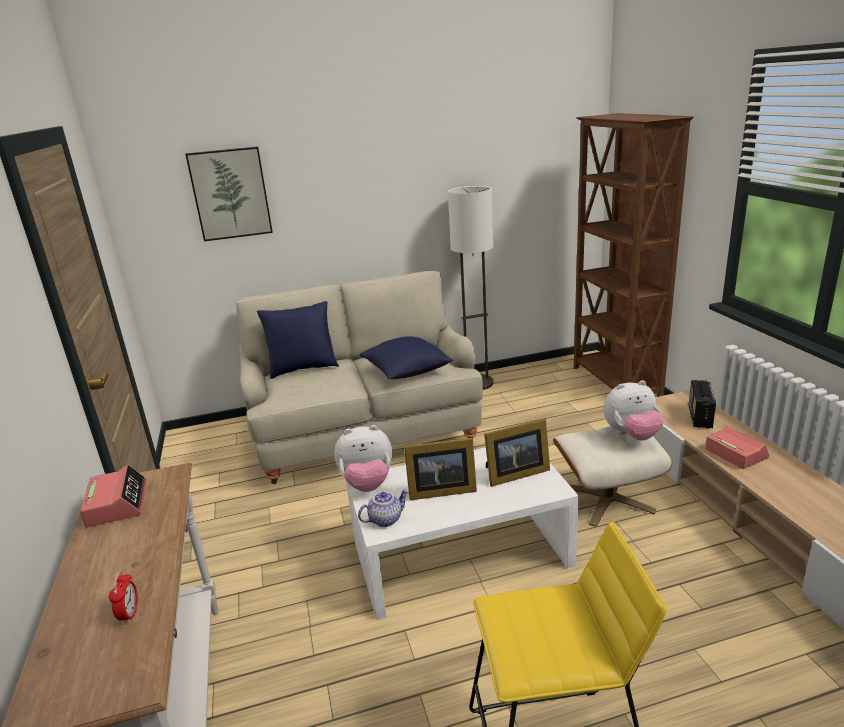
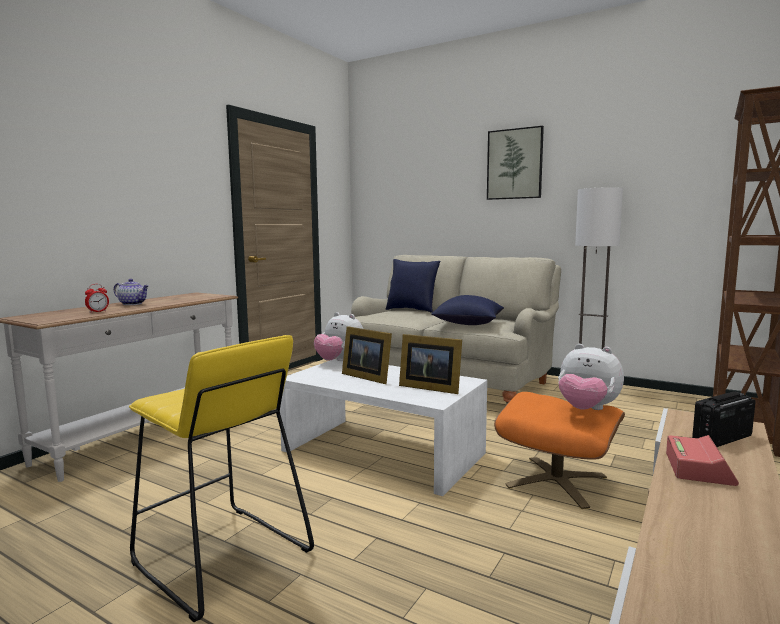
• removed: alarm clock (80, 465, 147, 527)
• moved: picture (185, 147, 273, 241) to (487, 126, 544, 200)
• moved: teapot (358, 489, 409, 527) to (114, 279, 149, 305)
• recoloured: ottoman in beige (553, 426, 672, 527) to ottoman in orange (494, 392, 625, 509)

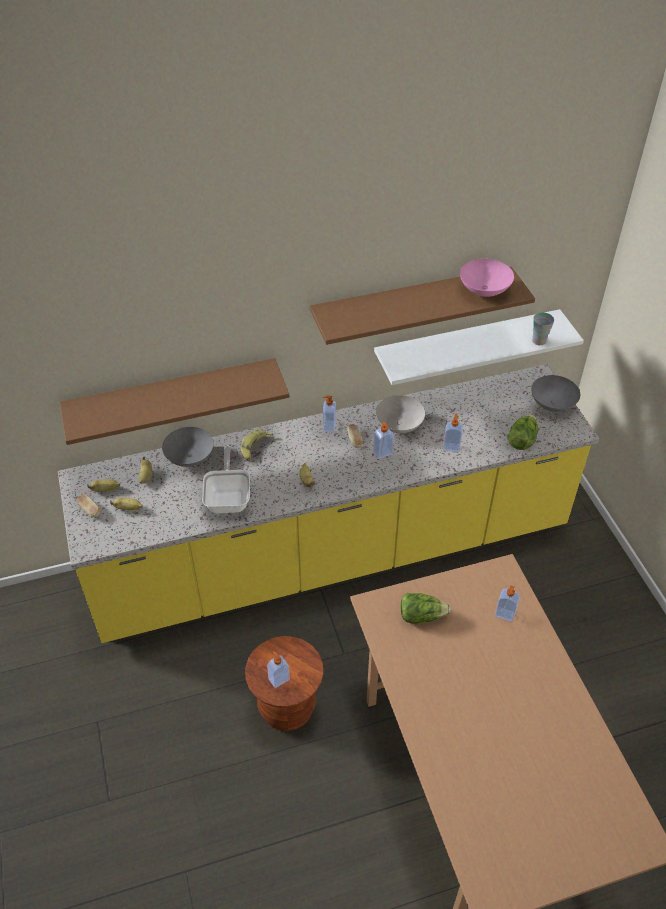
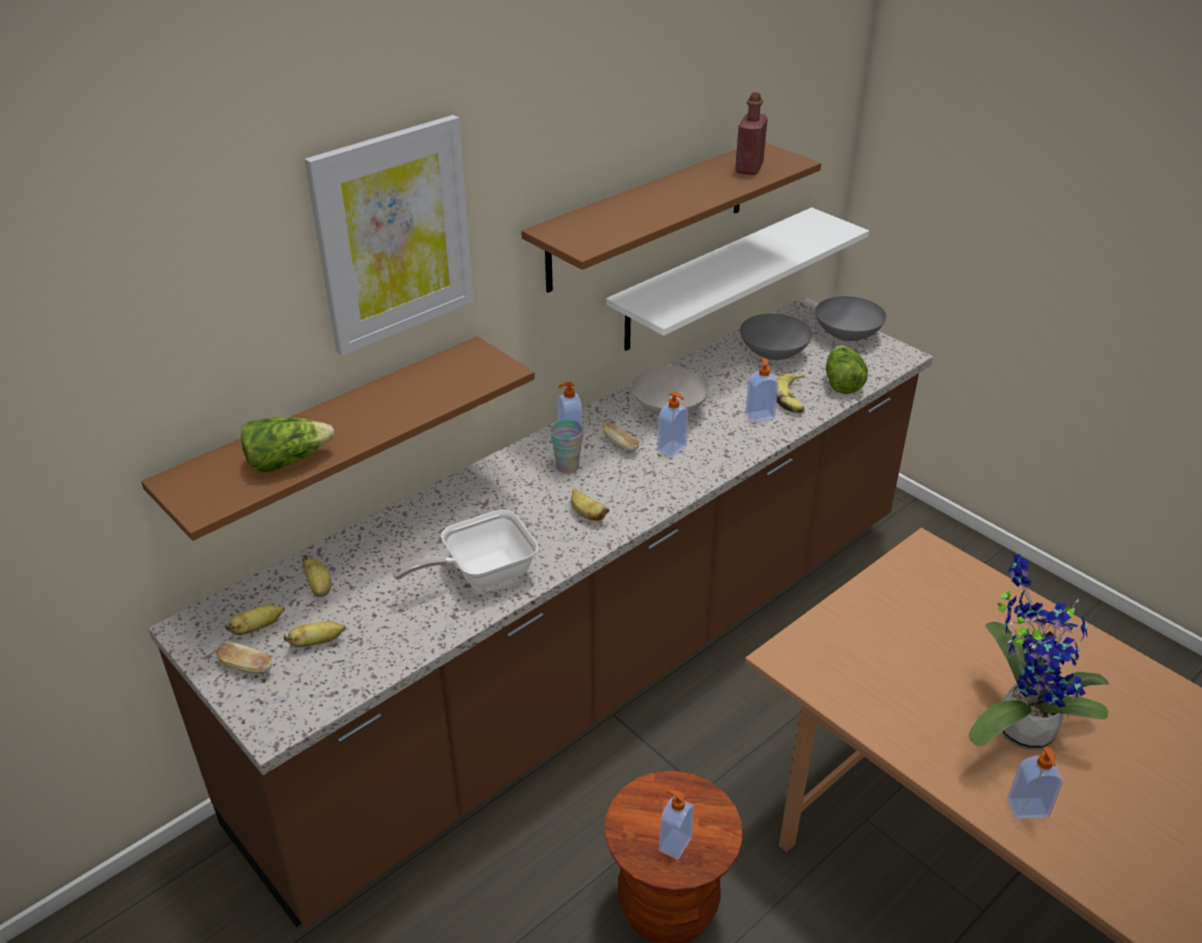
• added: picture (305, 115, 474, 356)
• added: potted plant (969, 554, 1109, 750)
• moved: bowl in grey (162, 427, 214, 467) to (740, 314, 812, 360)
• moved: banana (241, 430, 273, 461) to (776, 374, 805, 413)
• moved: lettuce (400, 593, 451, 623) to (241, 417, 334, 472)
• moved: soap dispenser (495, 585, 520, 622) to (1007, 748, 1063, 819)
• moved: cup (532, 312, 554, 345) to (550, 420, 584, 474)
• replaced: bowl in pink (460, 259, 514, 297) to bottle in red (735, 92, 768, 175)
• recoloured: counter in yellow (58, 364, 599, 643) to counter in brown (148, 297, 933, 928)
• turned: frying pan (202, 446, 250, 513) = (392, 510, 538, 589) 90 degrees counterclockwise

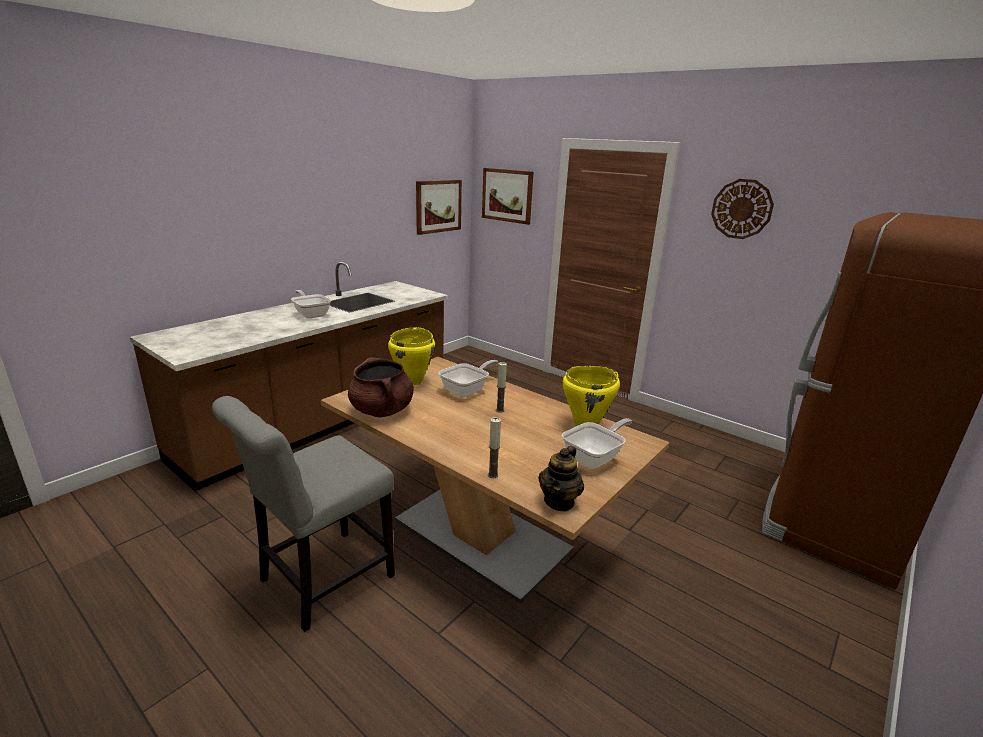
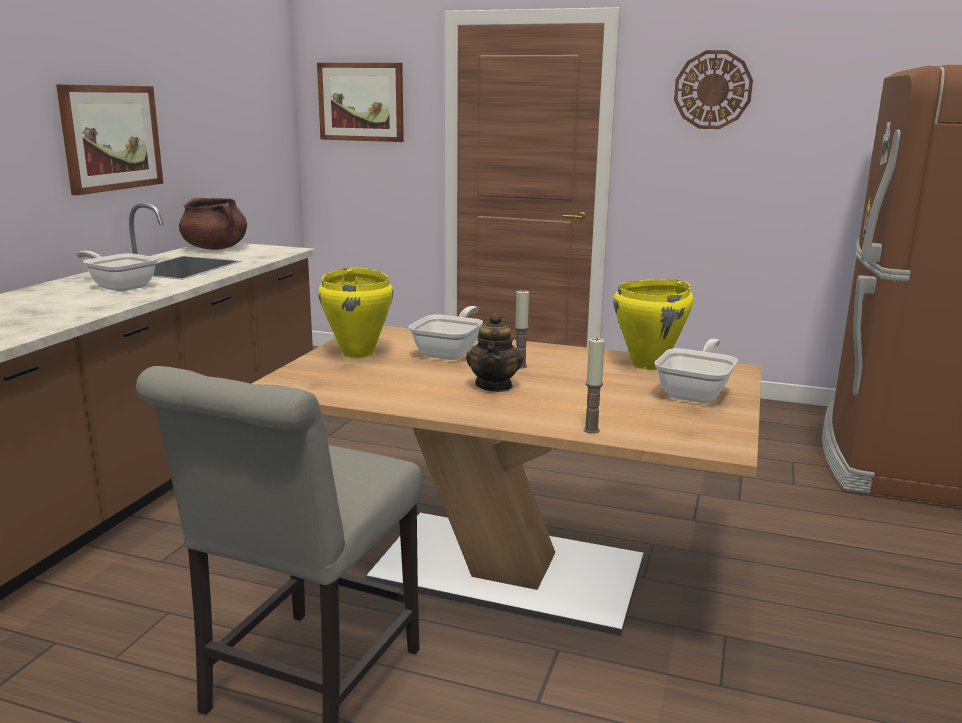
• moved: cooking pot in brown (348, 357, 414, 417) to (179, 198, 247, 250)
• moved: picture (416, 180, 462, 235) to (56, 84, 163, 195)
• moved: teapot (538, 446, 584, 511) to (466, 313, 523, 392)

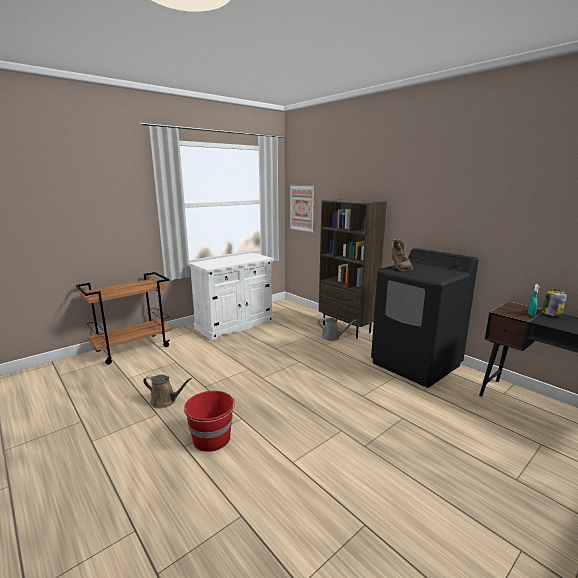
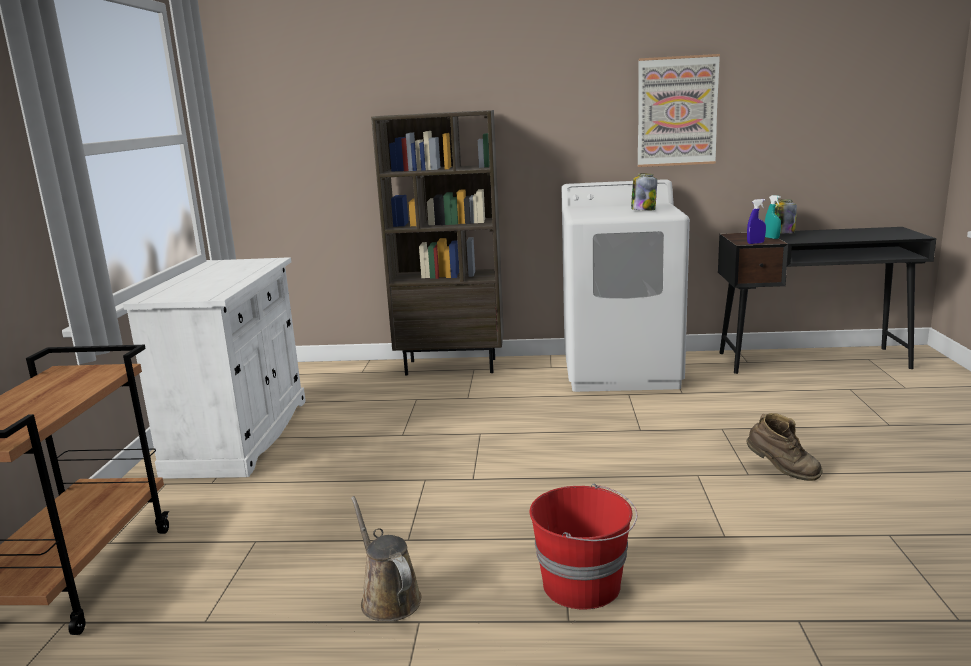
• removed: watering can in grey (318, 318, 357, 341)
• added: jar (631, 173, 657, 211)
• added: spray bottle in blue (747, 199, 766, 244)
• moved: picture (290, 185, 314, 233) to (638, 54, 720, 167)
• moved: boot in brown (391, 239, 413, 272) to (746, 413, 823, 481)
• recoloured: washing machine in black (371, 248, 478, 388) to washing machine in white (561, 179, 690, 392)
• turned: watering can in brown (143, 375, 192, 409) = (351, 496, 422, 622) 90 degrees counterclockwise

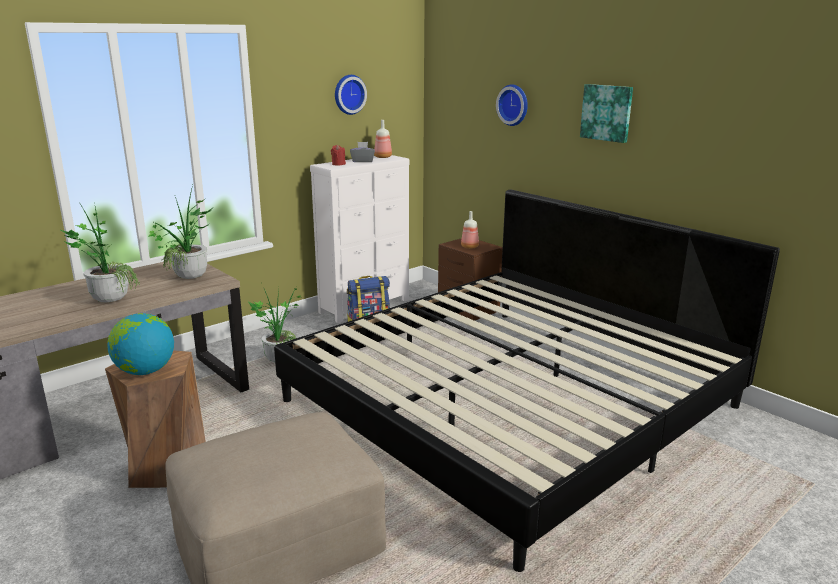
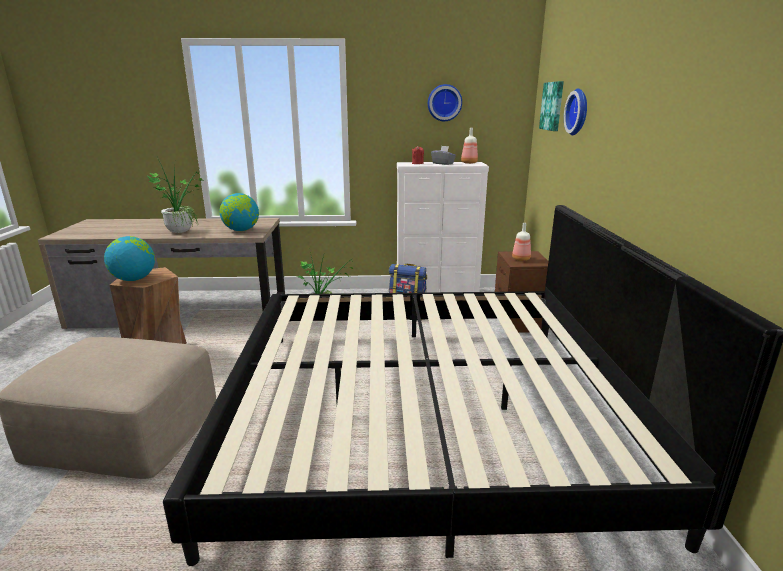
• moved: picture (580, 84, 633, 143) to (539, 81, 564, 131)
• replaced: potted plant (148, 185, 214, 279) to globe (220, 193, 259, 231)

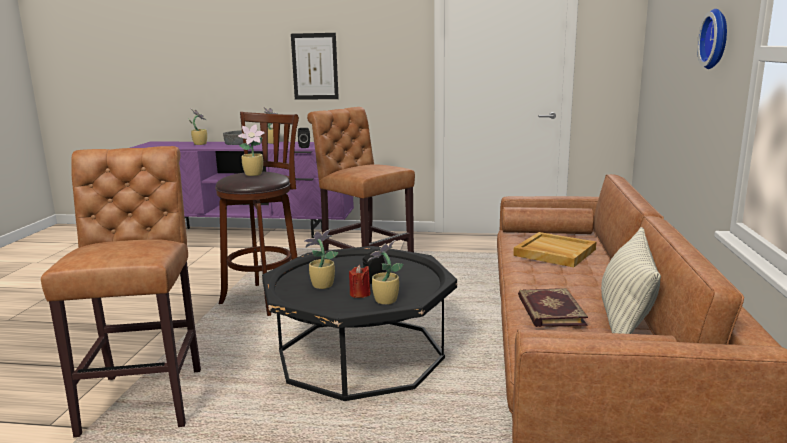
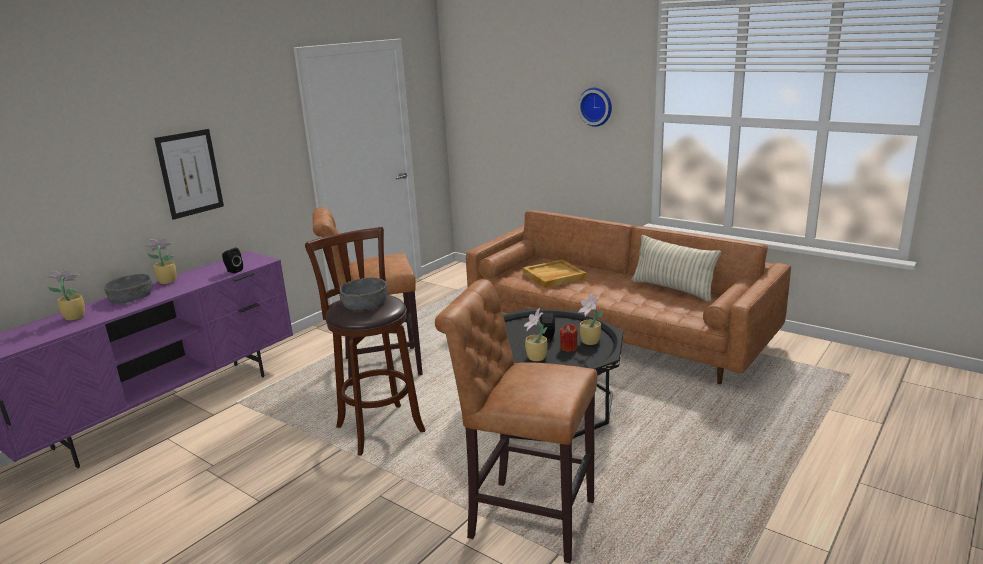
• removed: book (518, 288, 588, 327)
• replaced: potted plant (238, 124, 265, 176) to bowl in grey (340, 277, 387, 310)

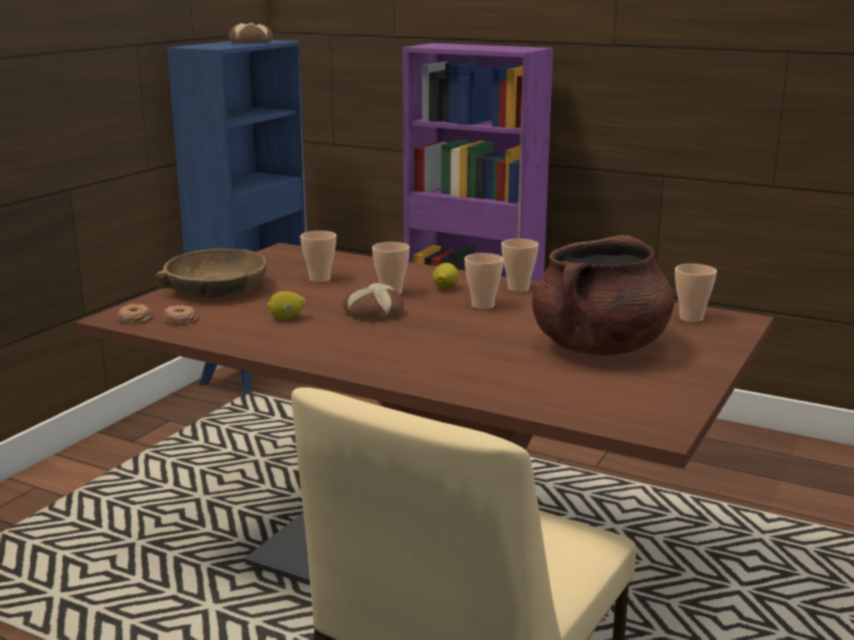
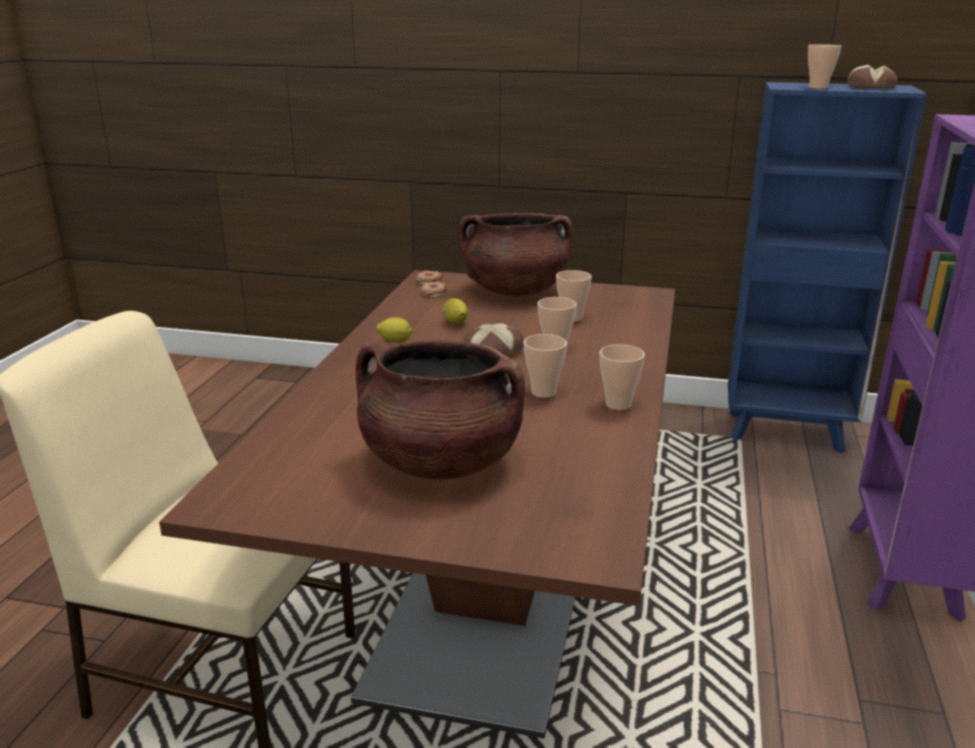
• moved: lemon (433, 263, 458, 289) to (376, 317, 413, 343)
• moved: cup (675, 264, 717, 322) to (808, 44, 841, 89)
• replaced: bowl in brown (156, 249, 267, 298) to cooking pot in brown (458, 213, 573, 296)

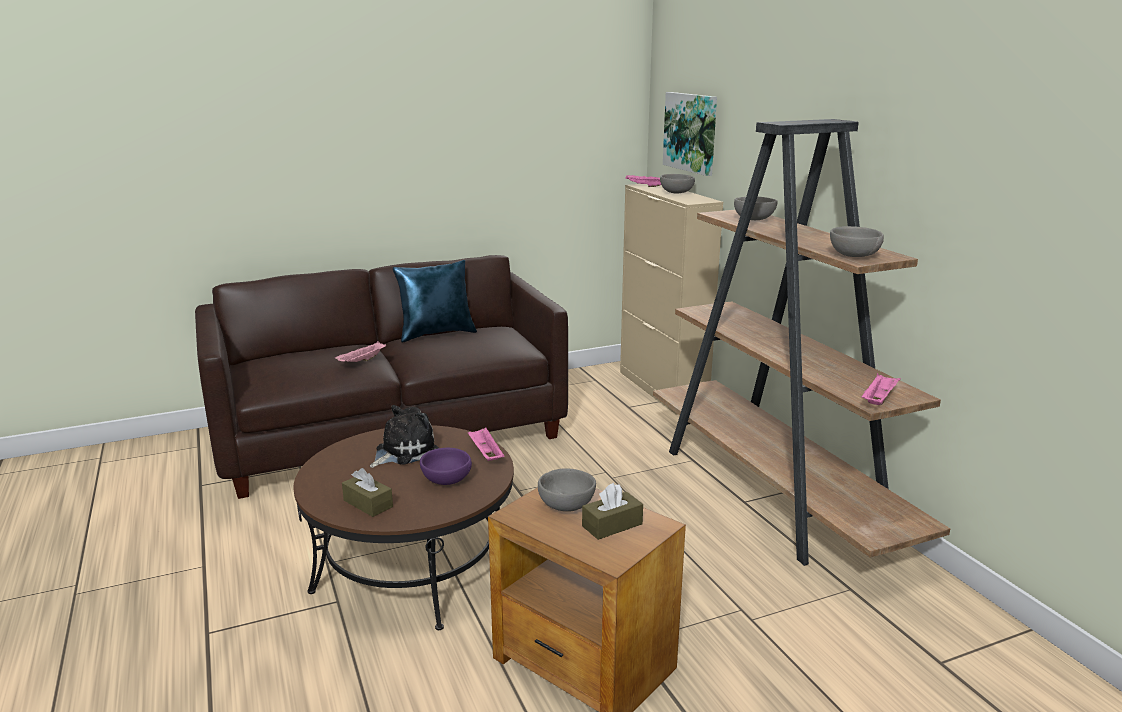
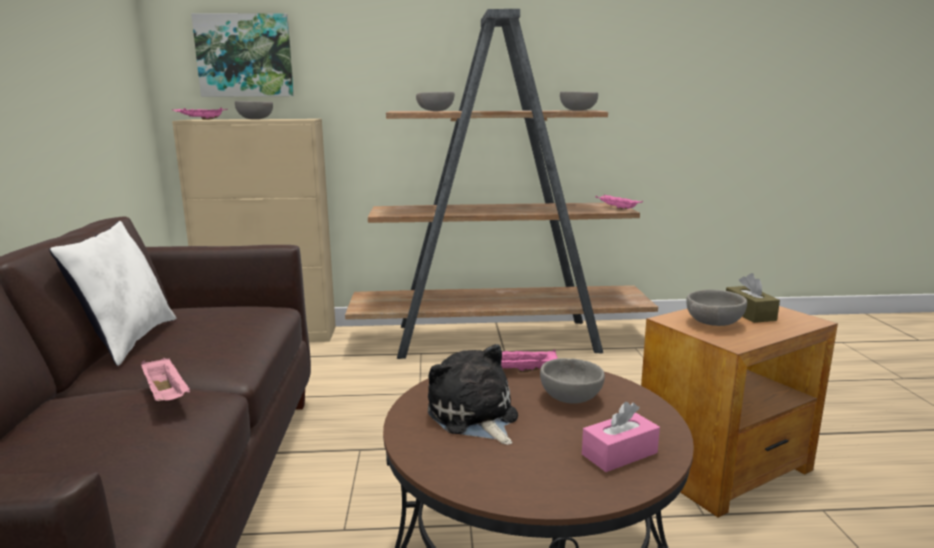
• recoloured: tissue box in brown (342, 468, 393, 517) to tissue box in pink (582, 402, 660, 472)
• recoloured: pillow in blue (393, 260, 477, 342) to pillow in white (49, 221, 176, 366)
• recoloured: bowl in purple (420, 448, 472, 485) to bowl in grey (540, 358, 605, 404)

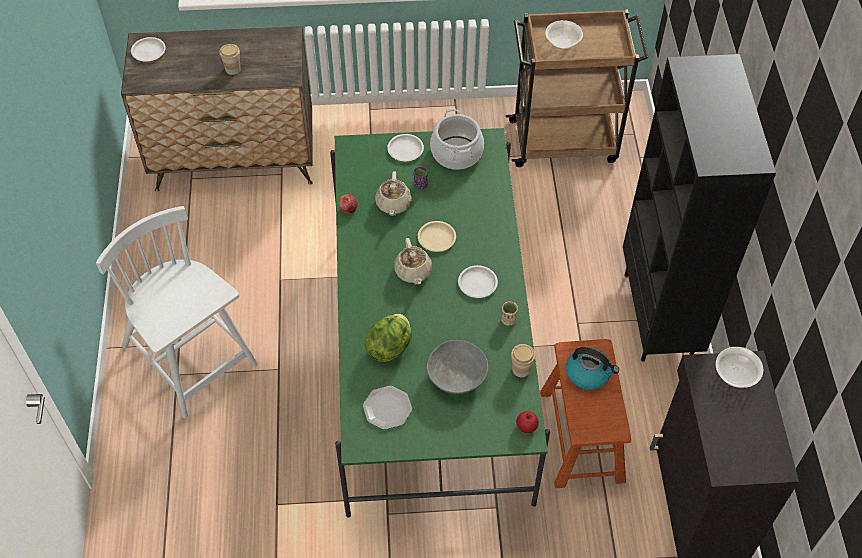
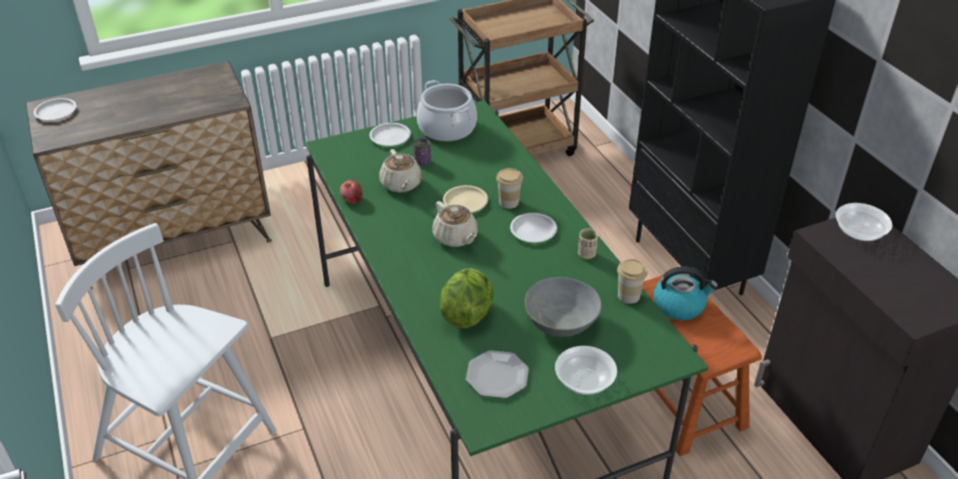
• removed: apple (516, 411, 539, 433)
• moved: cup (219, 44, 241, 75) to (496, 168, 523, 209)
• moved: bowl (545, 20, 583, 49) to (555, 346, 617, 395)

